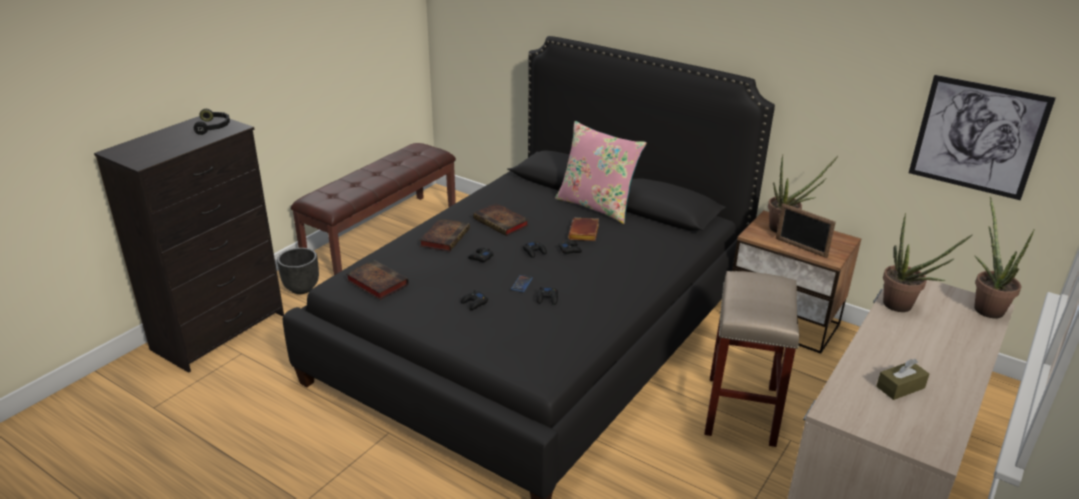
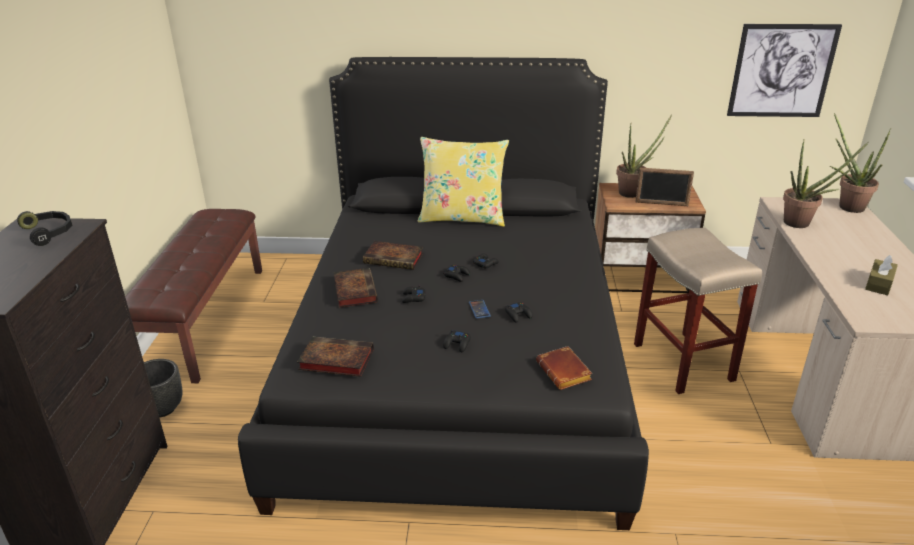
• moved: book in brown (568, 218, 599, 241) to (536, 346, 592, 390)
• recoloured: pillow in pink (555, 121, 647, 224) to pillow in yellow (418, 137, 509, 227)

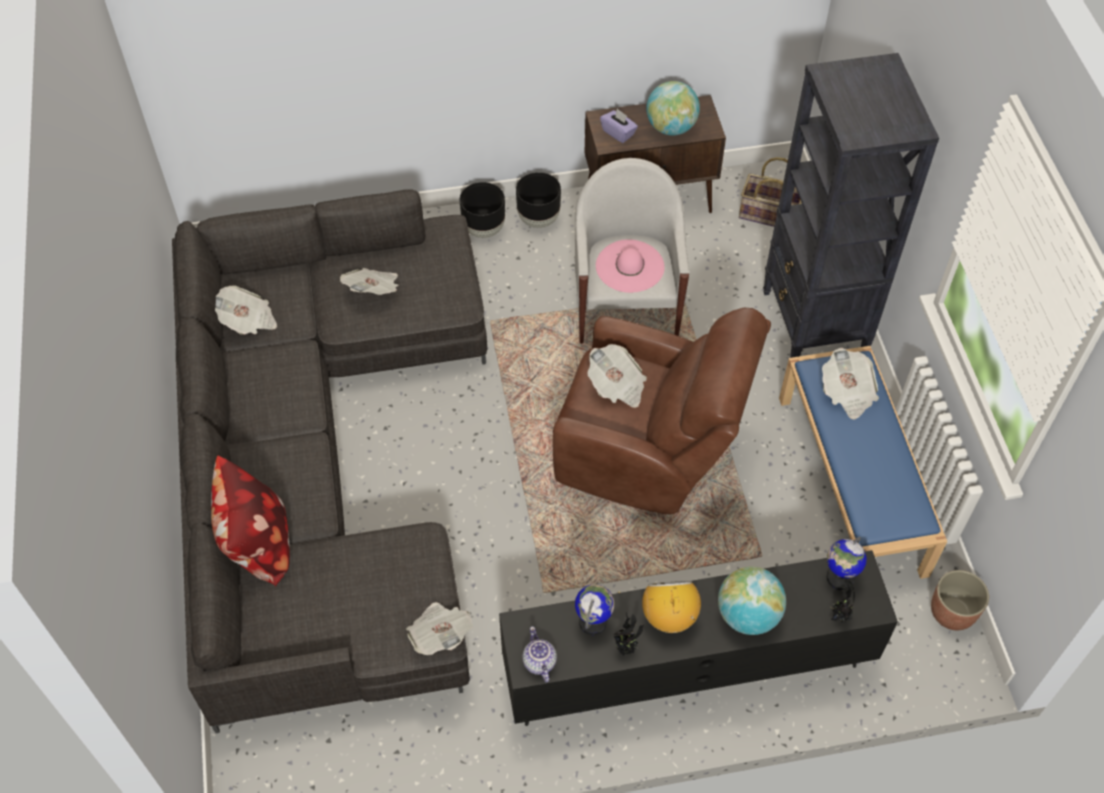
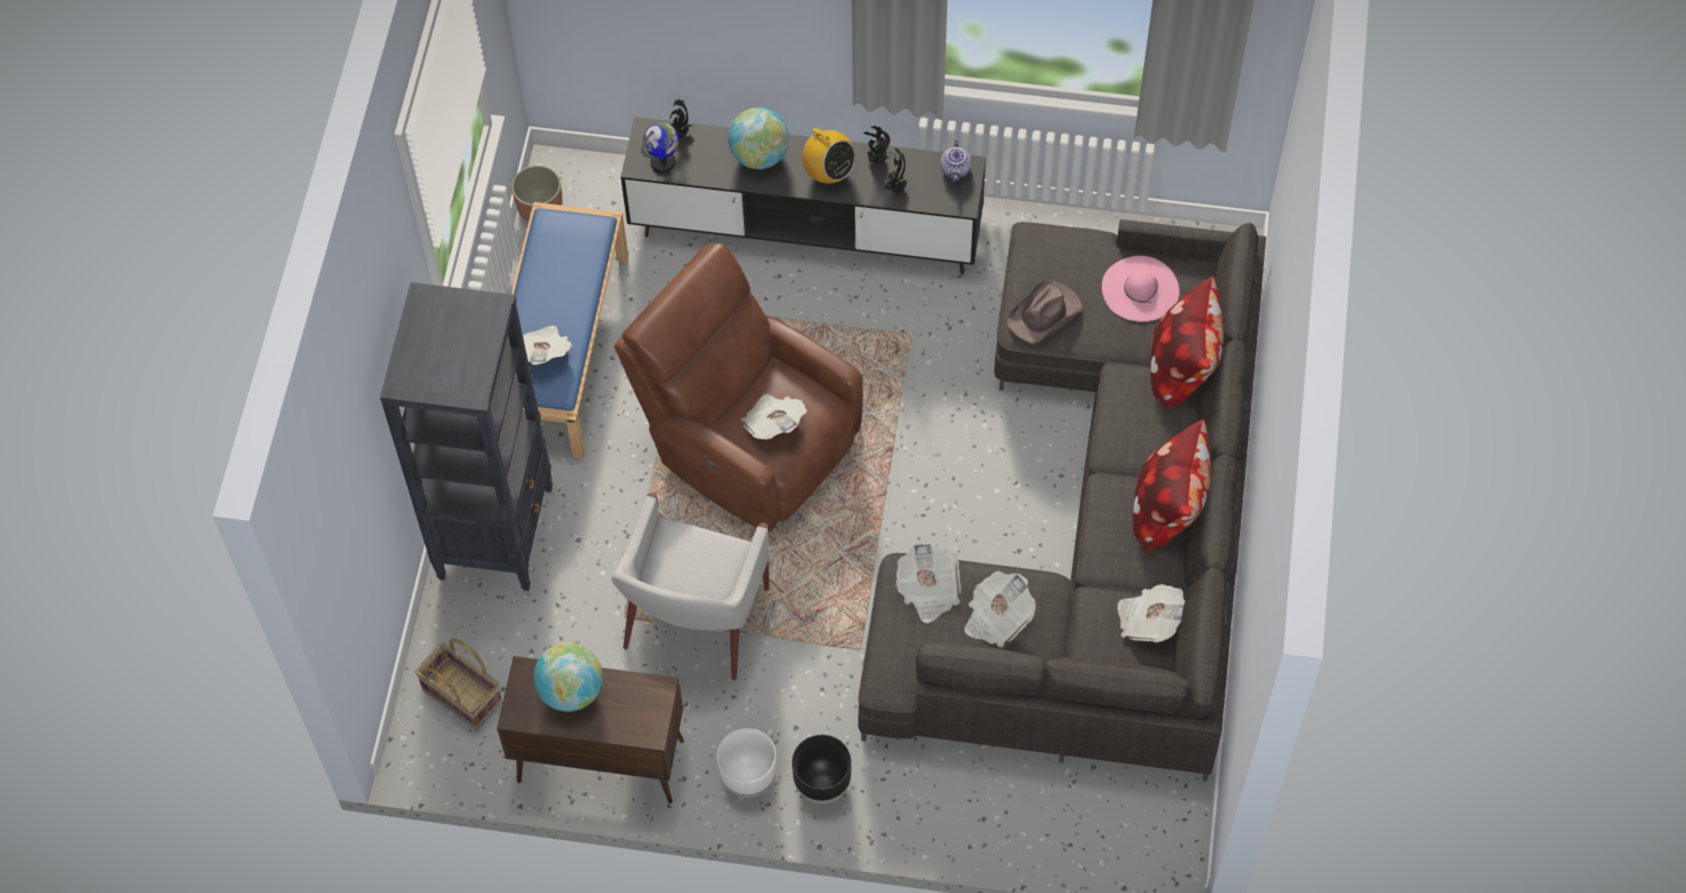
• removed: tissue box in purple (600, 109, 638, 143)
• added: hat in brown (1007, 280, 1082, 344)
• added: pillow (1133, 419, 1211, 552)
• moved: newspaper (406, 602, 473, 655) to (896, 541, 961, 623)
• moved: hat in pink (596, 239, 665, 293) to (1102, 256, 1180, 322)
• replaced: globe (575, 584, 614, 635) to potted plant (884, 148, 907, 193)
• recoloured: planter in black (516, 172, 561, 228) to planter in white (717, 728, 777, 798)
• turned: radio (642, 581, 701, 633) = (797, 128, 856, 184) 60 degrees counterclockwise

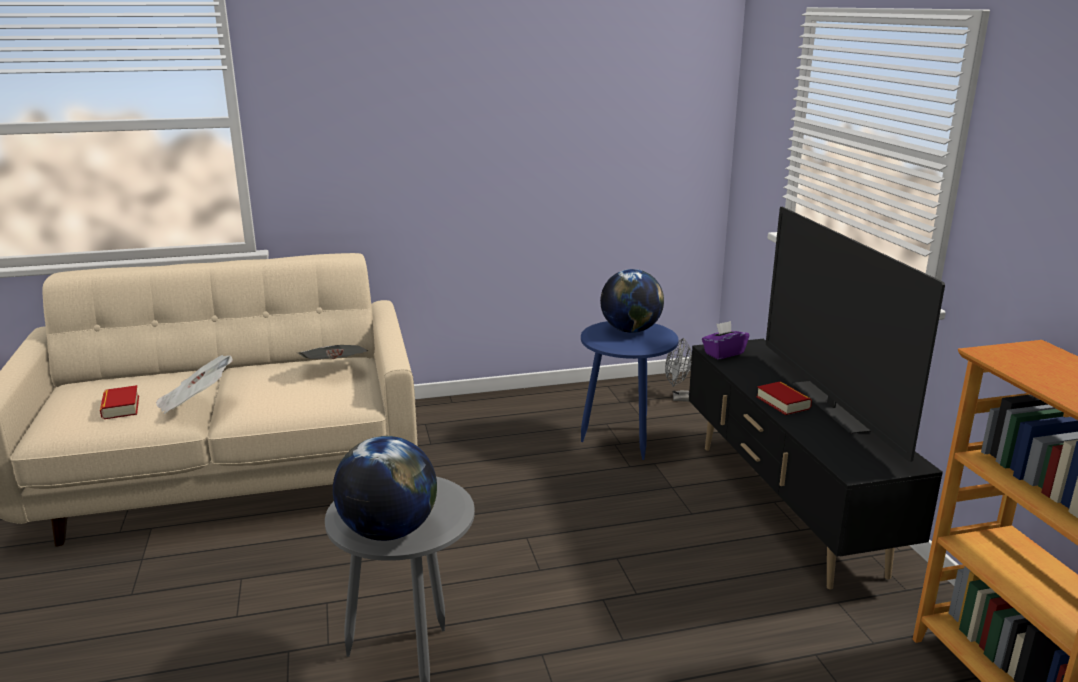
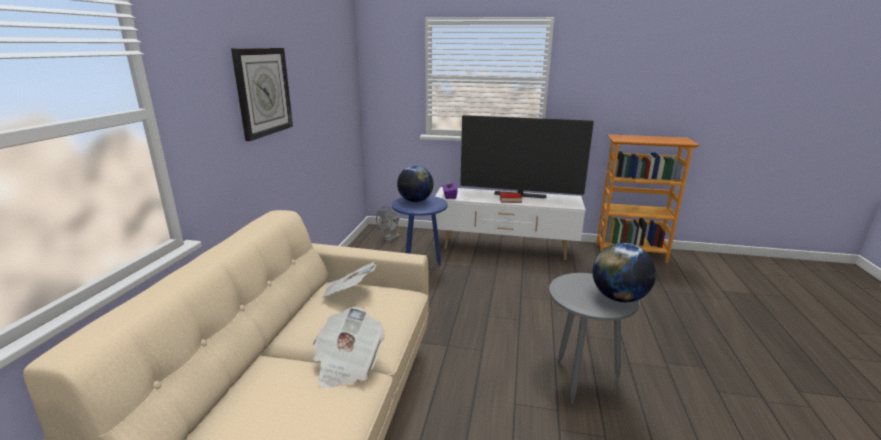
• removed: book (100, 385, 139, 419)
• added: wall clock (231, 48, 293, 141)
• recoloured: tv stand in black (689, 339, 943, 590) to tv stand in white (435, 187, 586, 261)

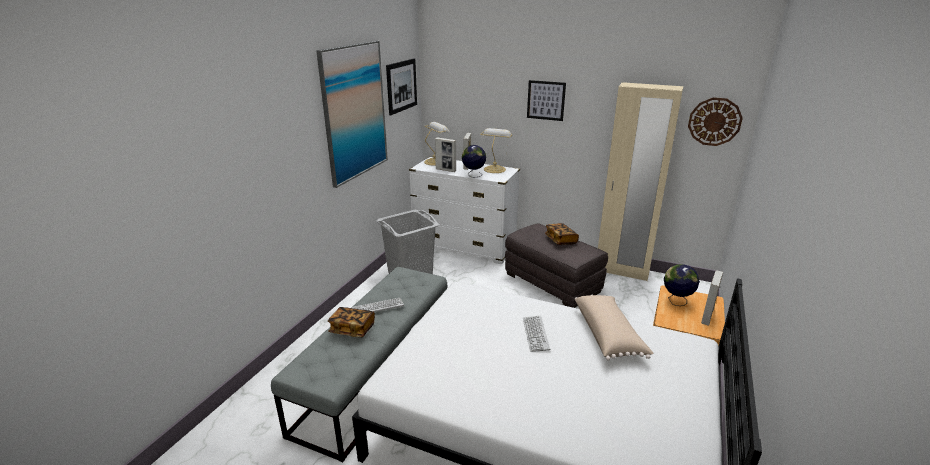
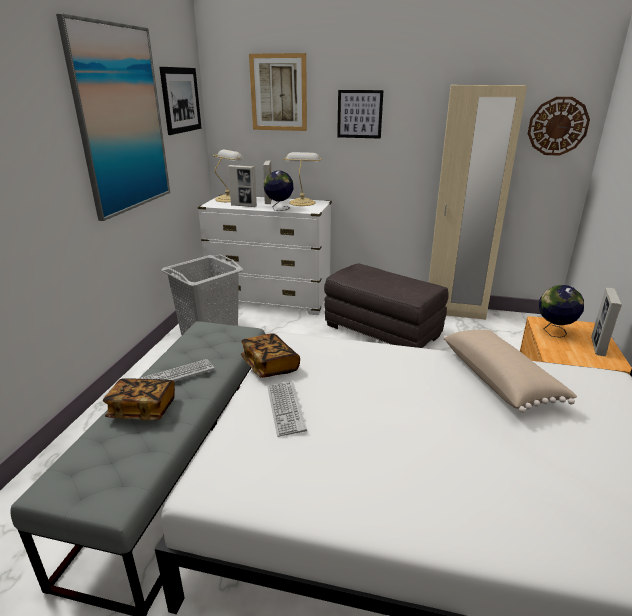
• added: picture (249, 53, 307, 131)
• moved: keyboard (523, 316, 550, 352) to (268, 381, 307, 437)
• moved: book (545, 223, 579, 245) to (241, 333, 300, 378)

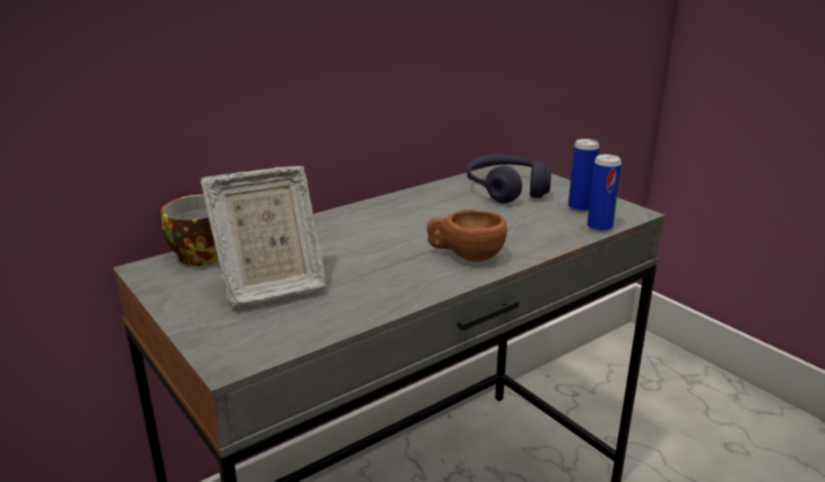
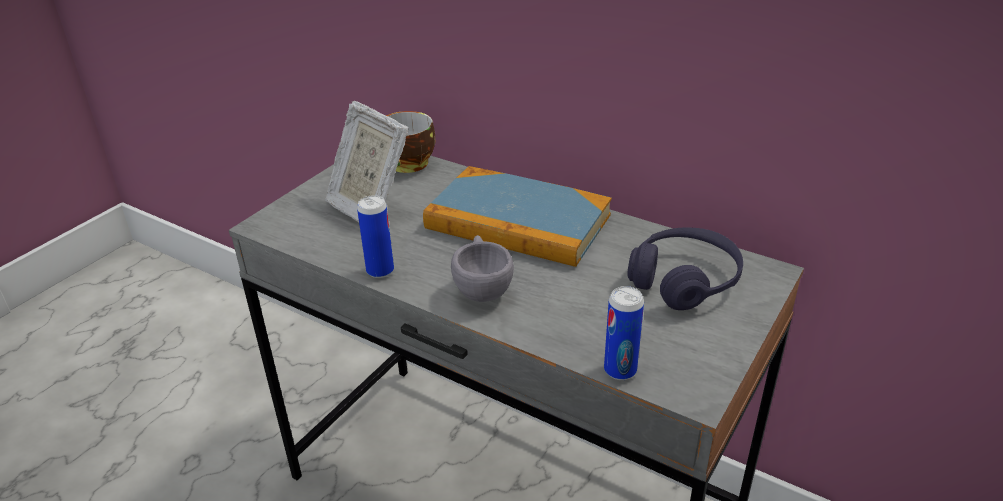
• added: book (423, 166, 612, 267)
• moved: can (568, 139, 599, 212) to (357, 195, 394, 278)
• recoloured: cup in brown (427, 209, 507, 262) to cup in grey (451, 235, 514, 302)

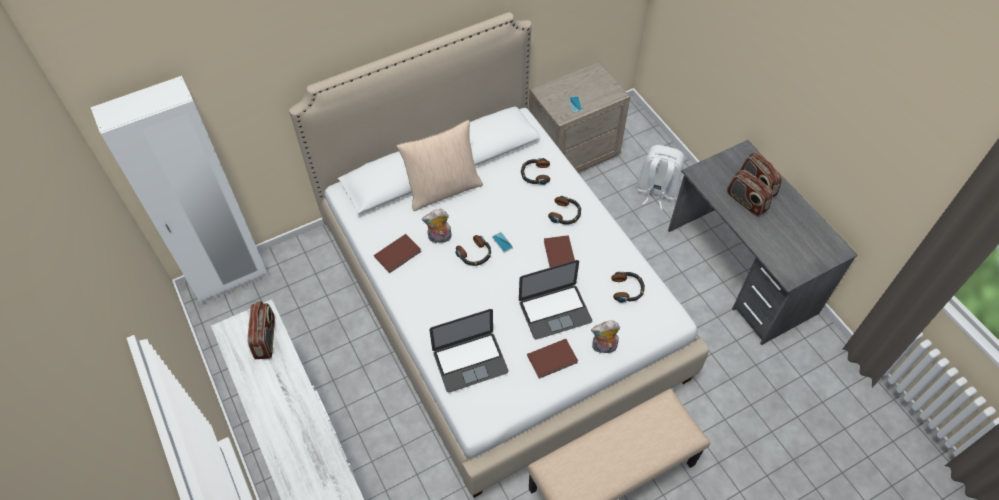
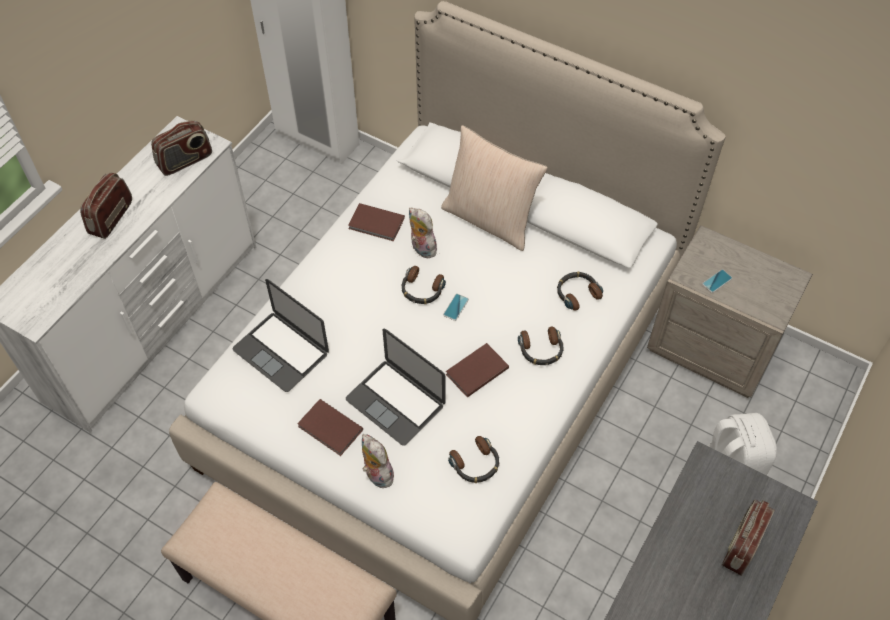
• moved: radio (727, 170, 773, 217) to (80, 172, 132, 239)

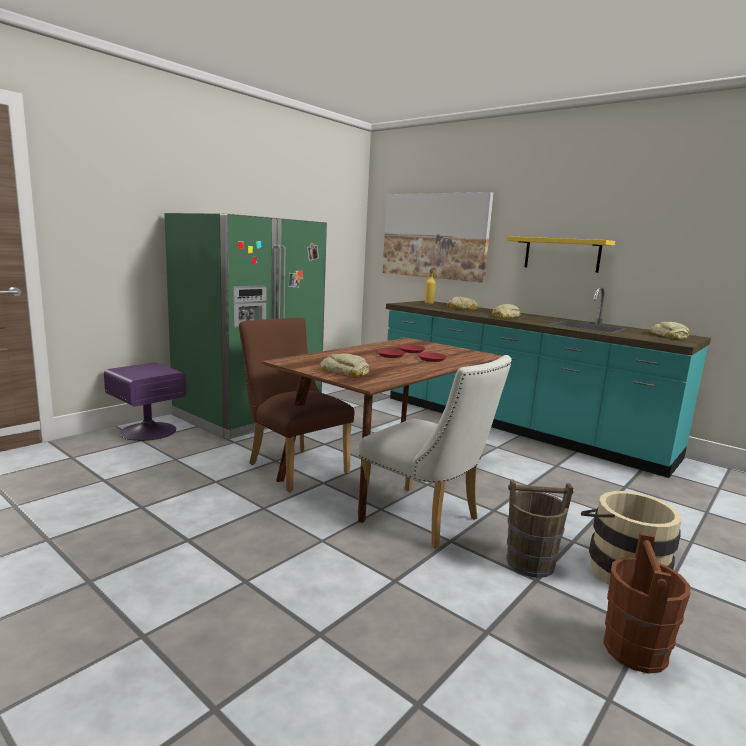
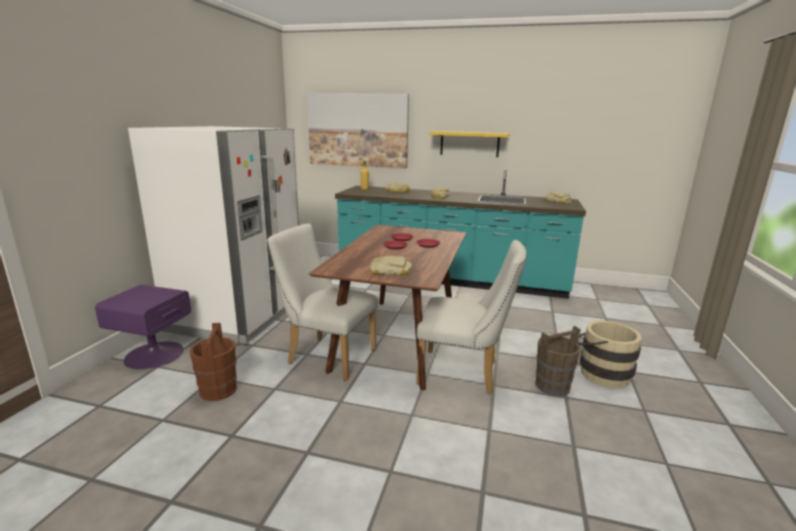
• moved: bucket in brown (603, 533, 690, 674) to (190, 323, 237, 401)
• recoloured: fridge in green (164, 213, 327, 439) to fridge in white (128, 126, 299, 344)
• recoloured: chair in brown (239, 318, 354, 492) to chair in white (267, 224, 378, 381)

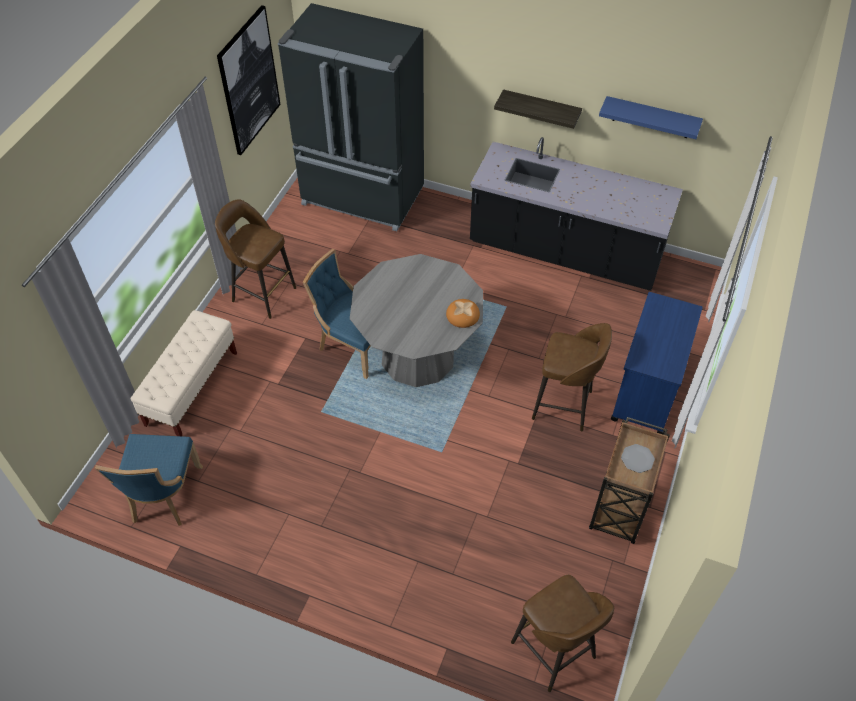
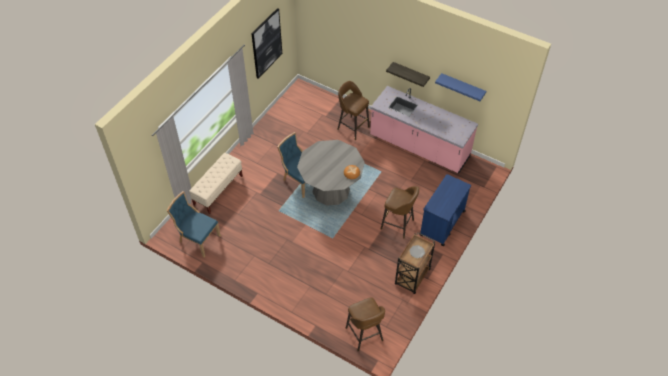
• removed: fridge in black (278, 3, 424, 231)
• moved: stool in brown (215, 199, 296, 319) to (337, 81, 369, 140)
• recoloured: counter in black (470, 137, 683, 291) to counter in pink (370, 86, 478, 173)
• turned: chair in blue (95, 434, 203, 526) = (166, 191, 221, 258) 105 degrees clockwise

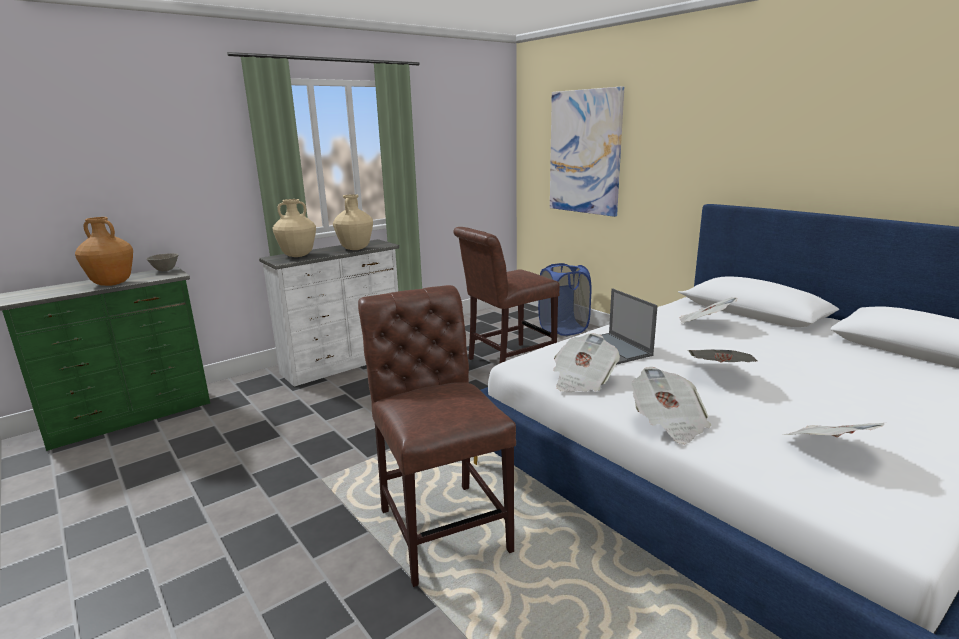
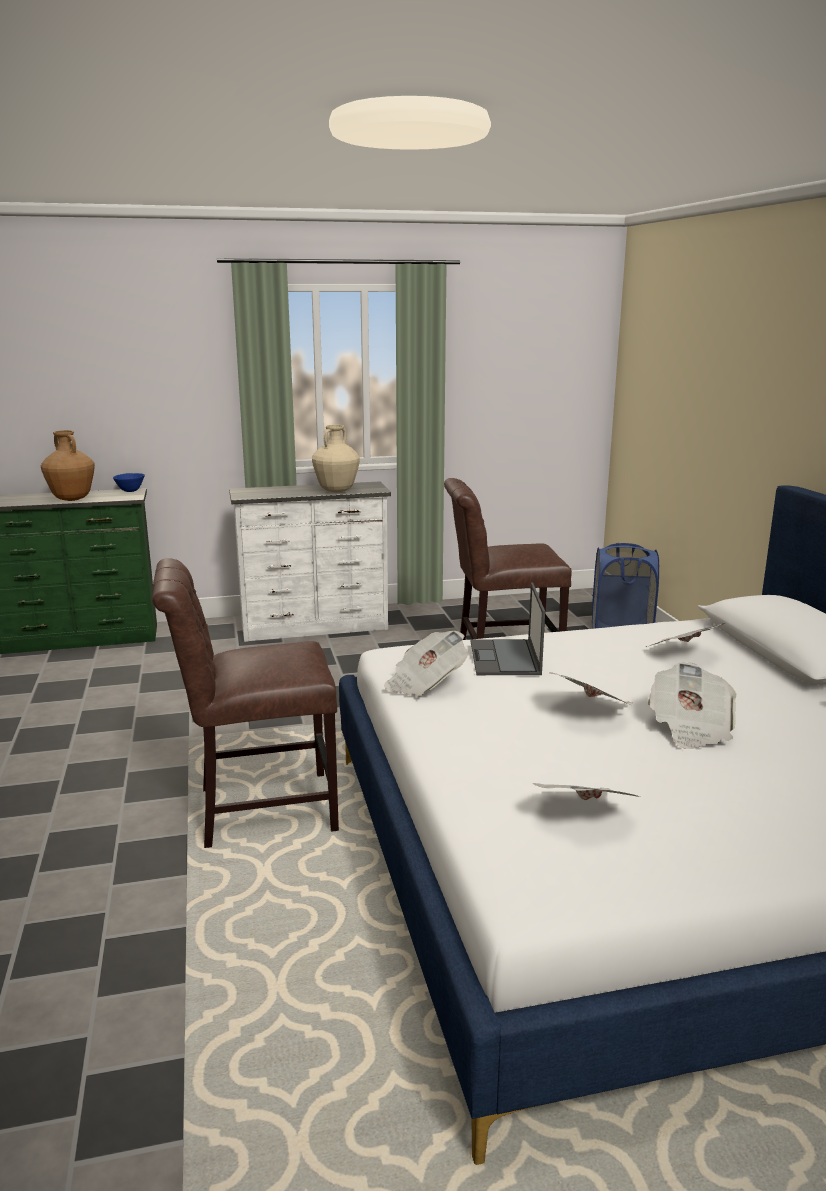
• removed: vase in beige (272, 199, 316, 257)
• removed: picture (550, 86, 624, 217)
• moved: newspaper (631, 367, 712, 445) to (648, 662, 736, 749)
• recoloured: bowl in grey (147, 253, 179, 271) to bowl in blue (113, 473, 145, 492)
• turned: chair in brown (358, 285, 516, 587) = (152, 558, 339, 848) 105 degrees counterclockwise

